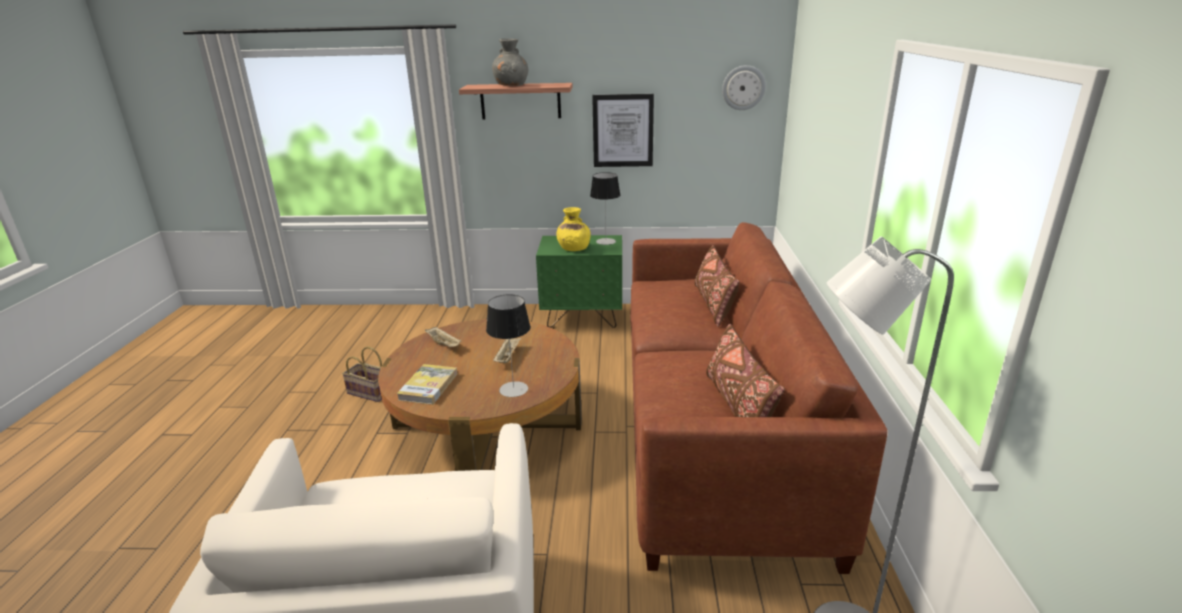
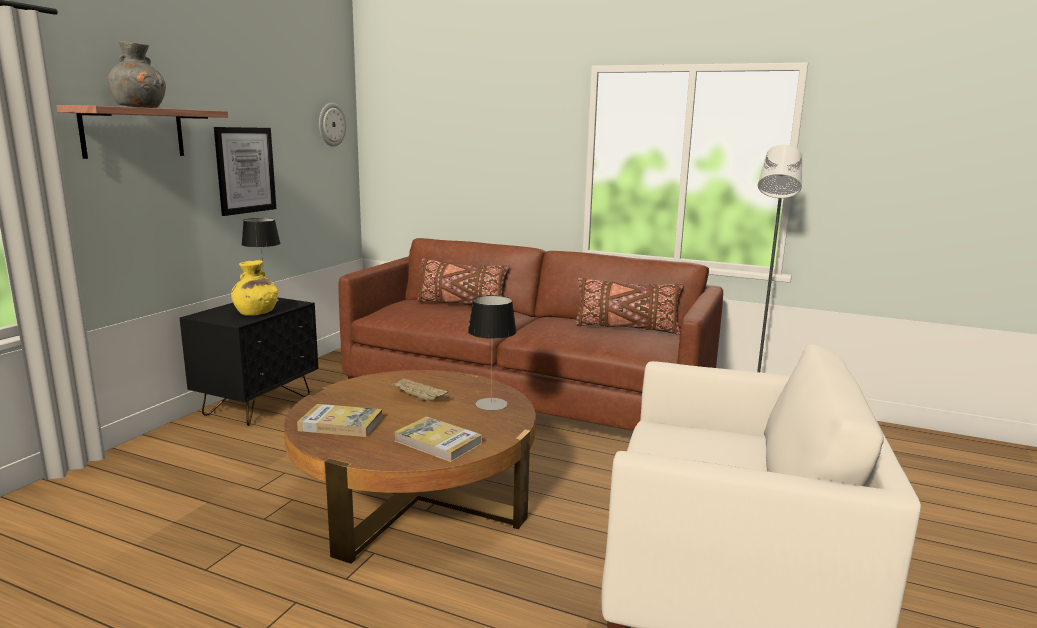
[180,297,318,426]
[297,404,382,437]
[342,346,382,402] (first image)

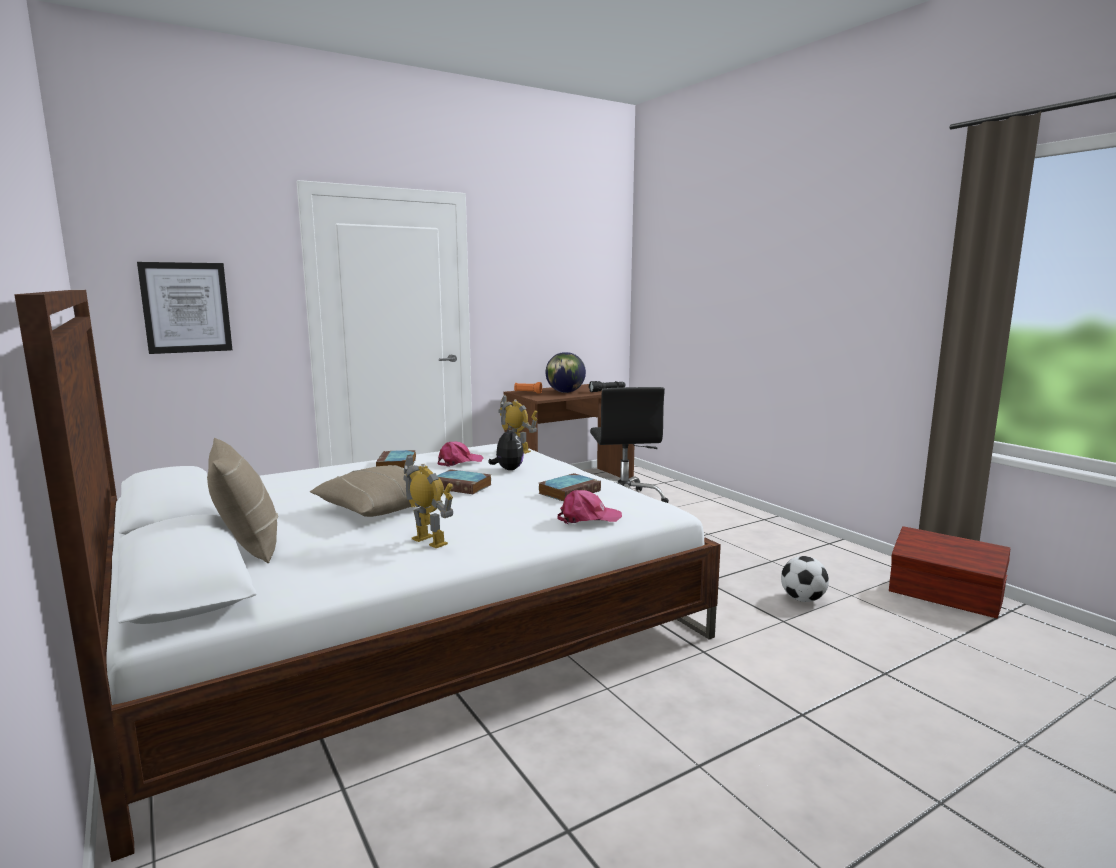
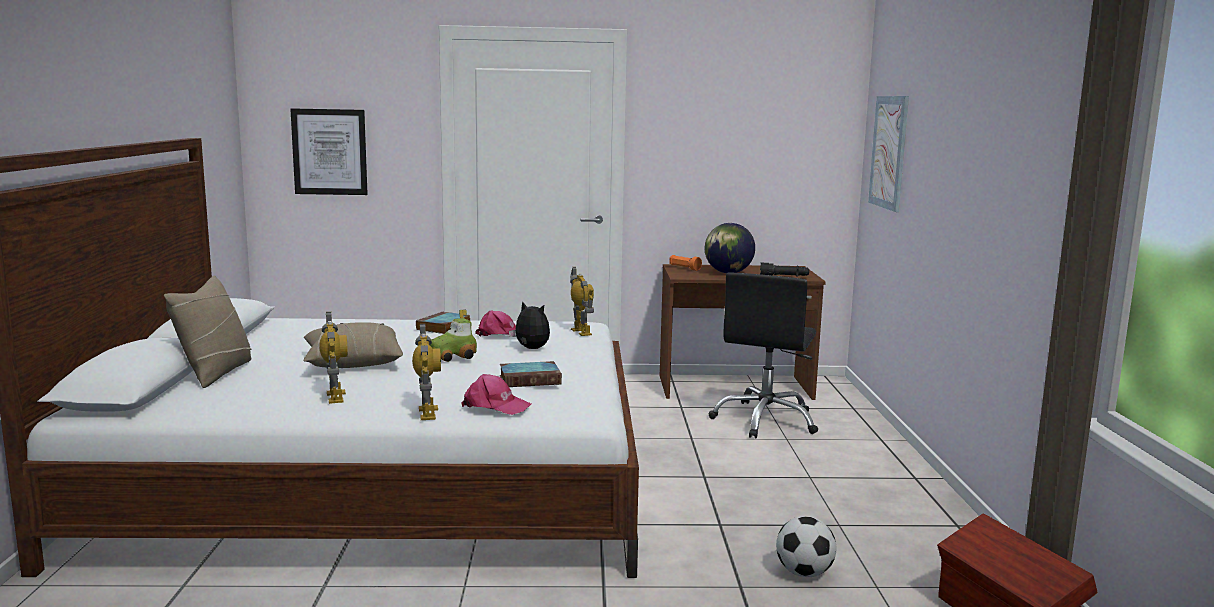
[509,301,550,349]
[430,310,477,362]
[868,96,909,212]
[412,323,441,420]

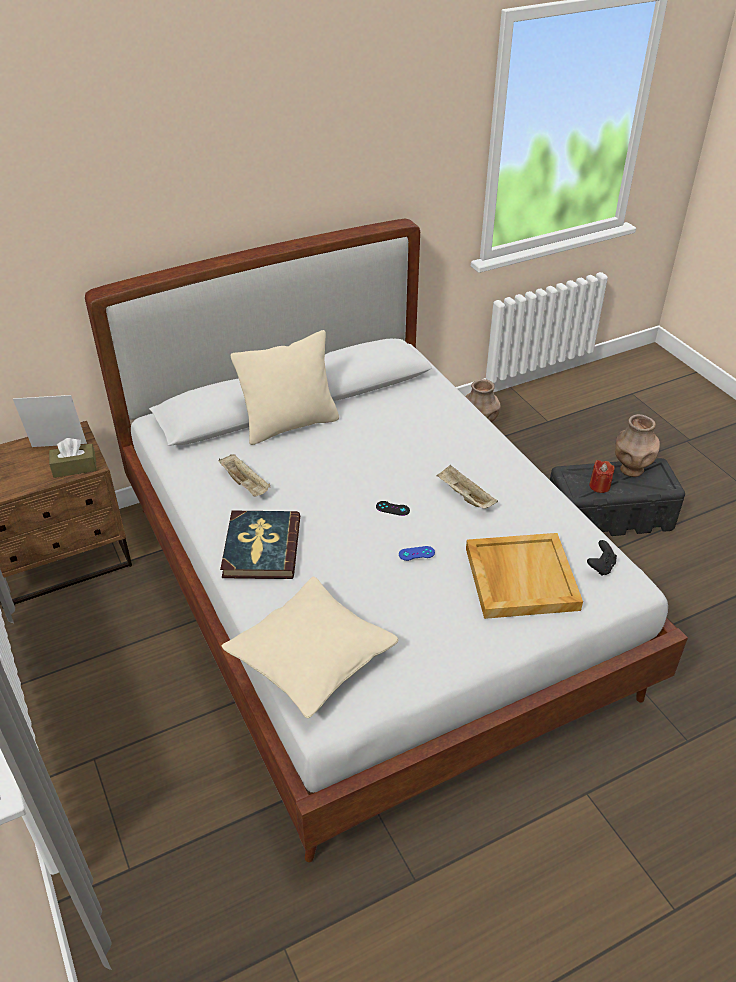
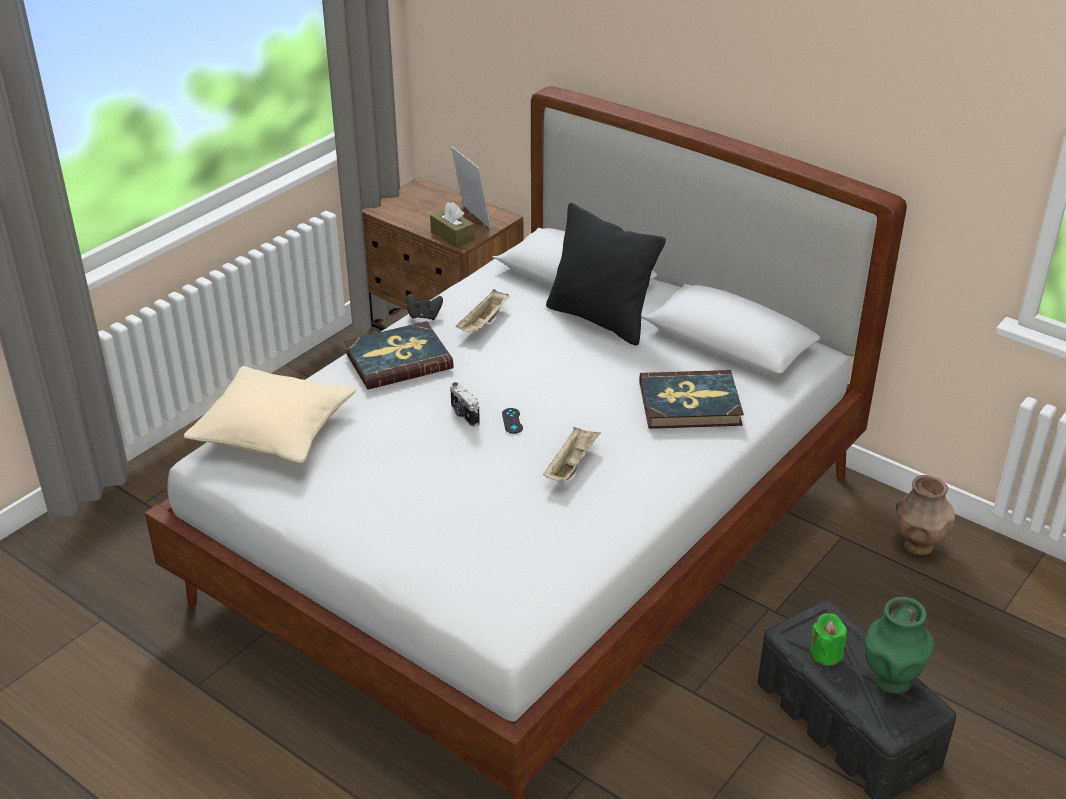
[546,203,666,346]
[865,597,935,694]
[810,613,847,666]
[466,533,583,619] (first image)
[406,294,443,320]
[399,546,435,561] (first image)
[640,370,744,429]
[450,382,480,427]

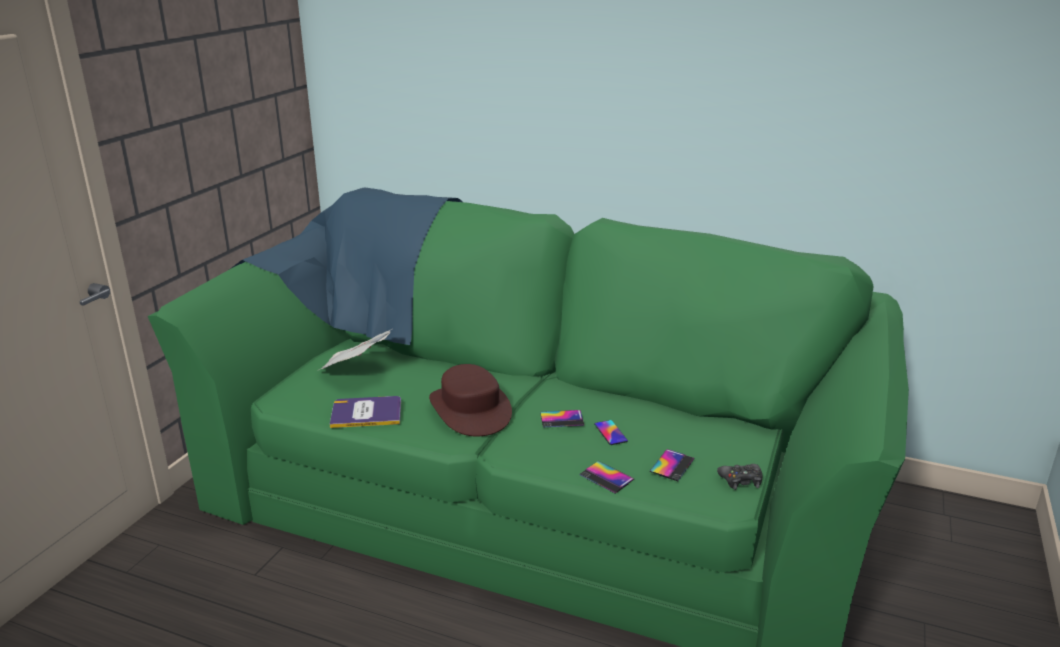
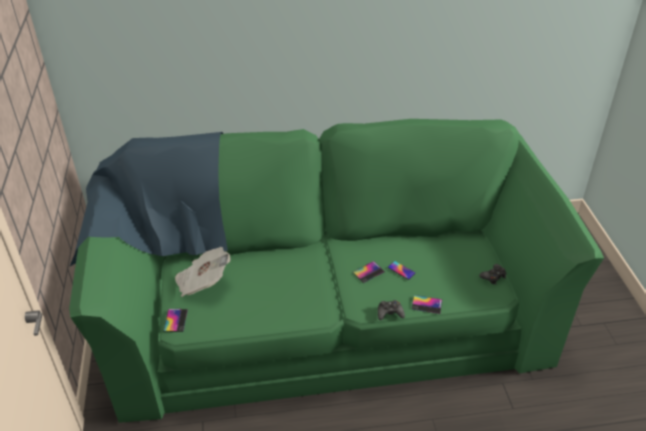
[429,364,512,437] (first image)
[330,396,401,428] (first image)
[164,309,188,332]
[378,300,405,320]

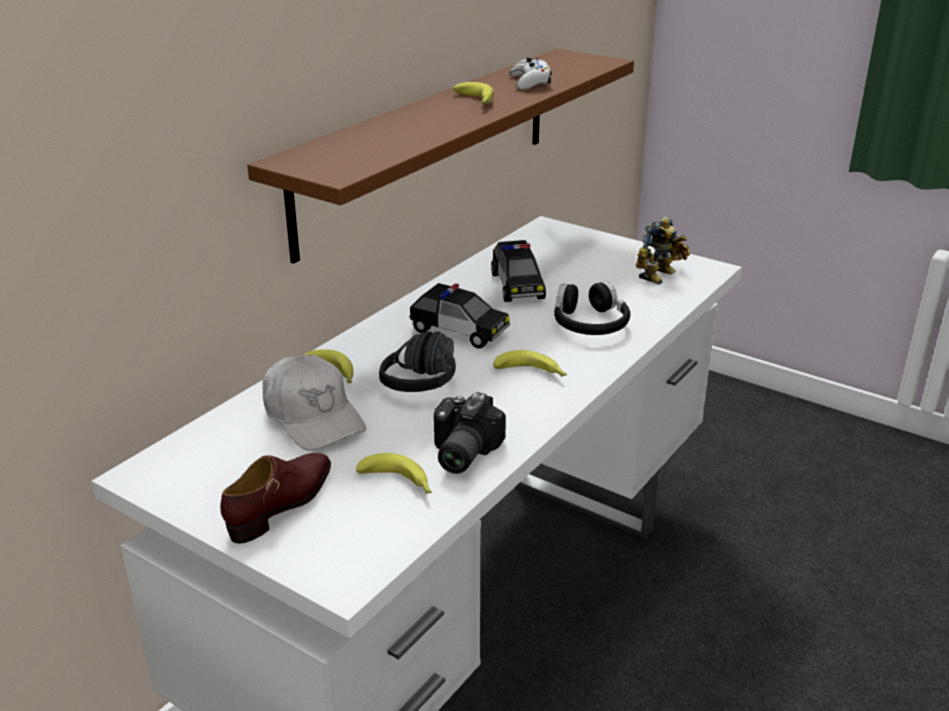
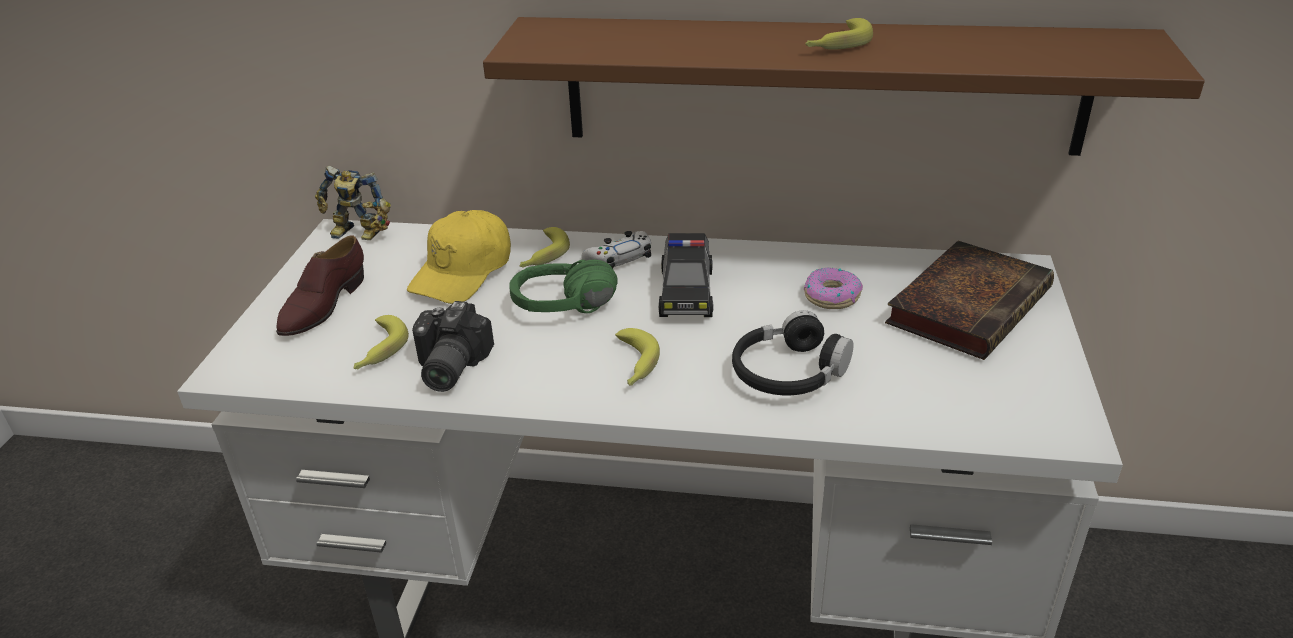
[581,231,651,268]
[315,165,391,240]
[804,267,863,309]
[509,260,618,313]
[407,210,511,304]
[412,301,494,392]
[276,236,364,336]
[885,241,1054,360]

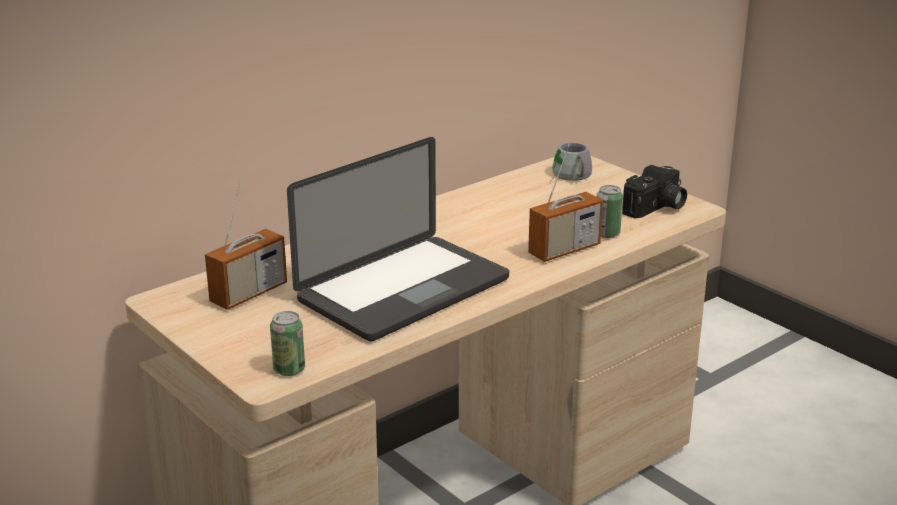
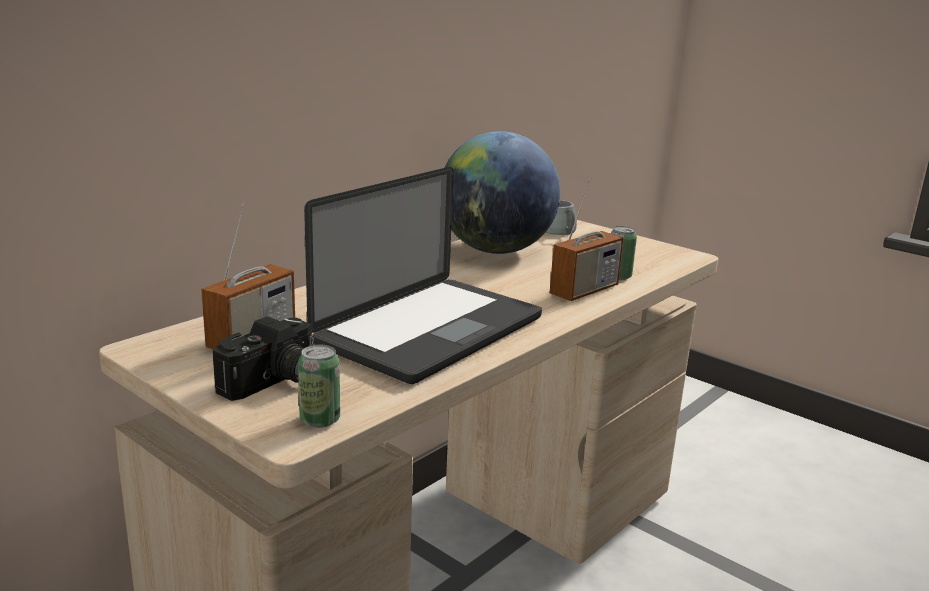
[213,316,315,401]
[444,131,560,254]

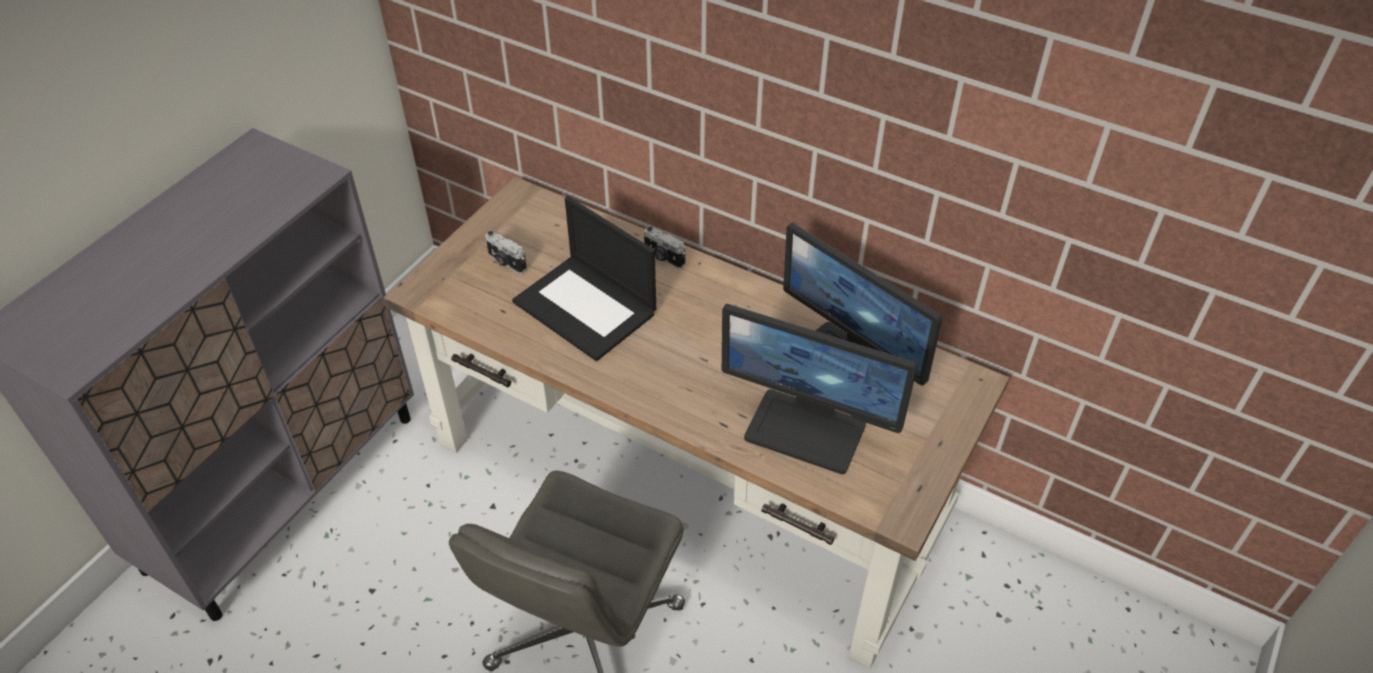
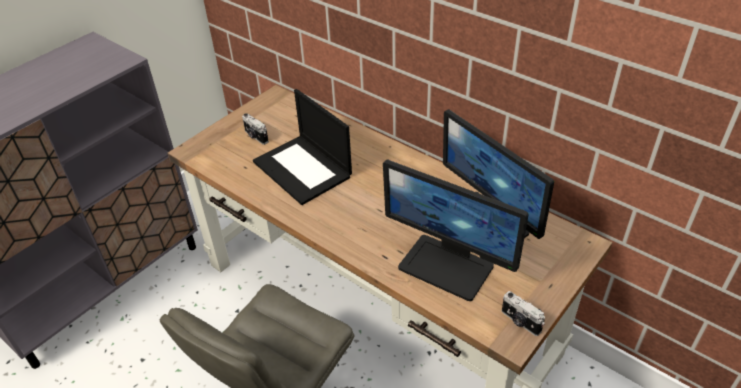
[502,291,545,336]

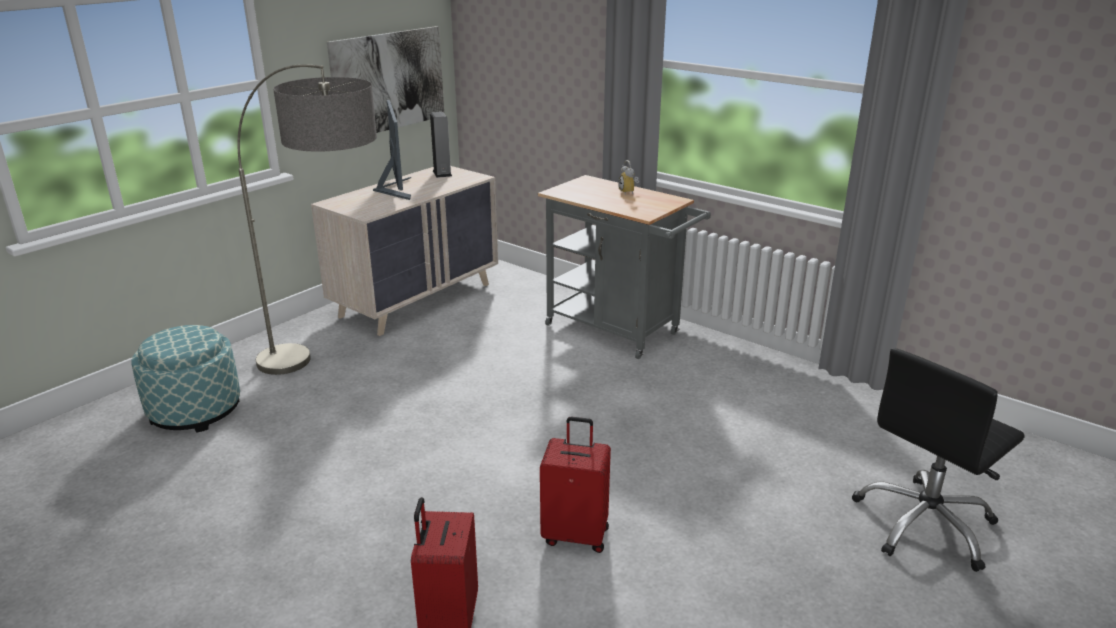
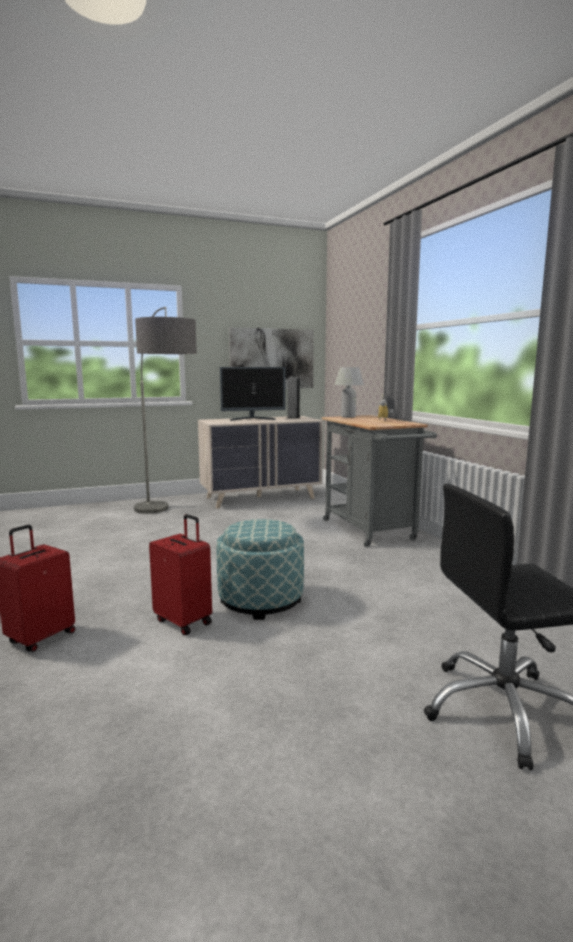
[220,367,285,421]
[217,519,304,620]
[334,367,364,418]

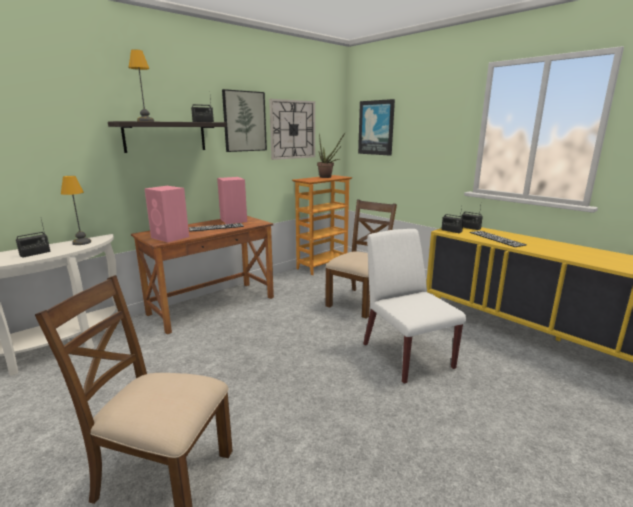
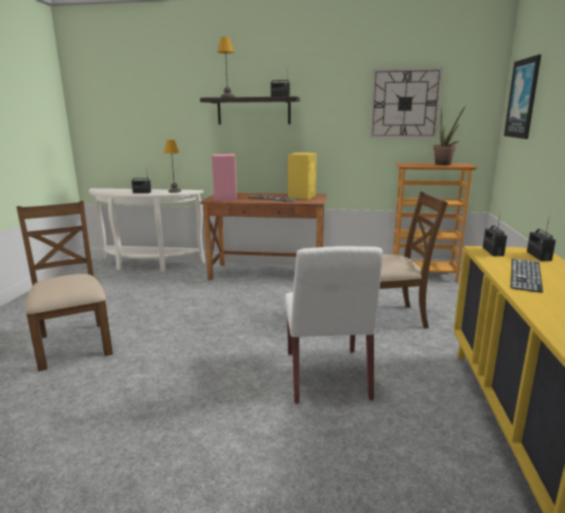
[222,89,267,152] (first image)
[288,152,317,199]
[285,246,383,404]

